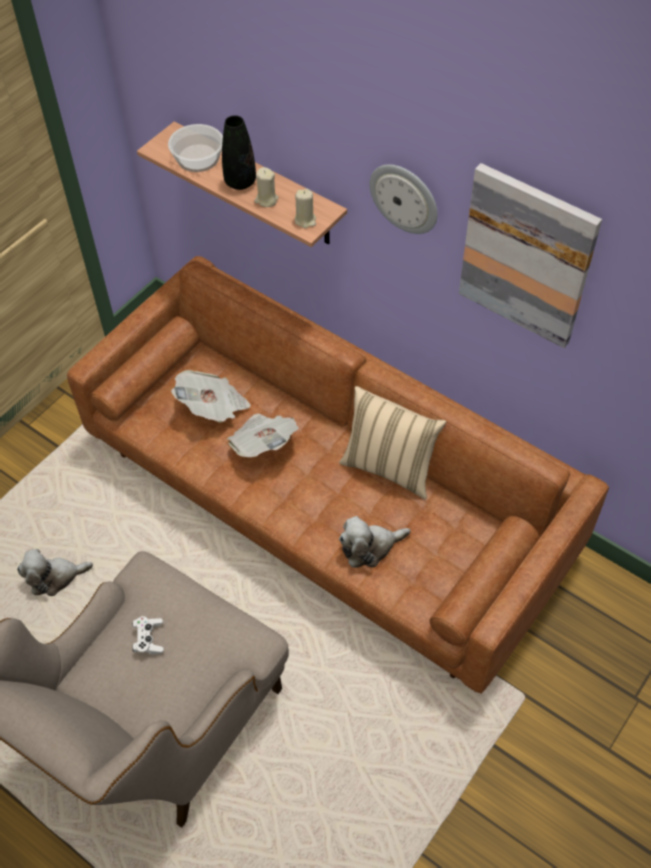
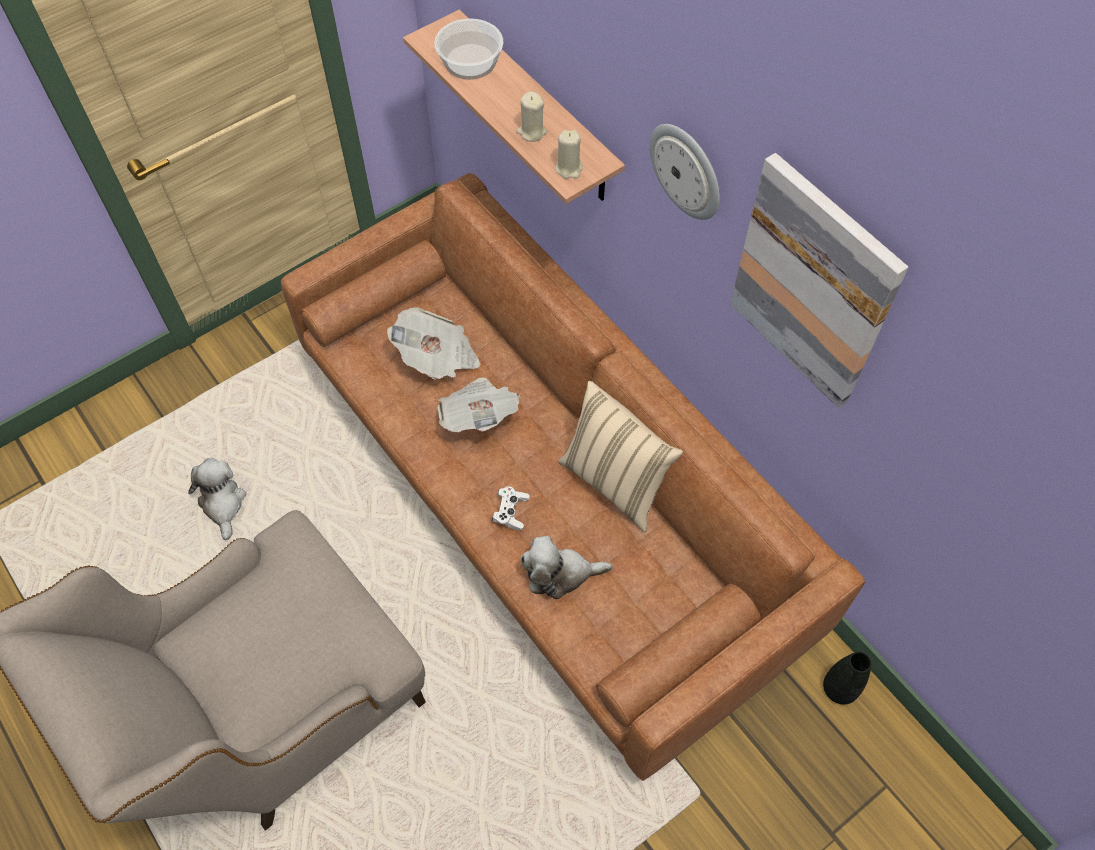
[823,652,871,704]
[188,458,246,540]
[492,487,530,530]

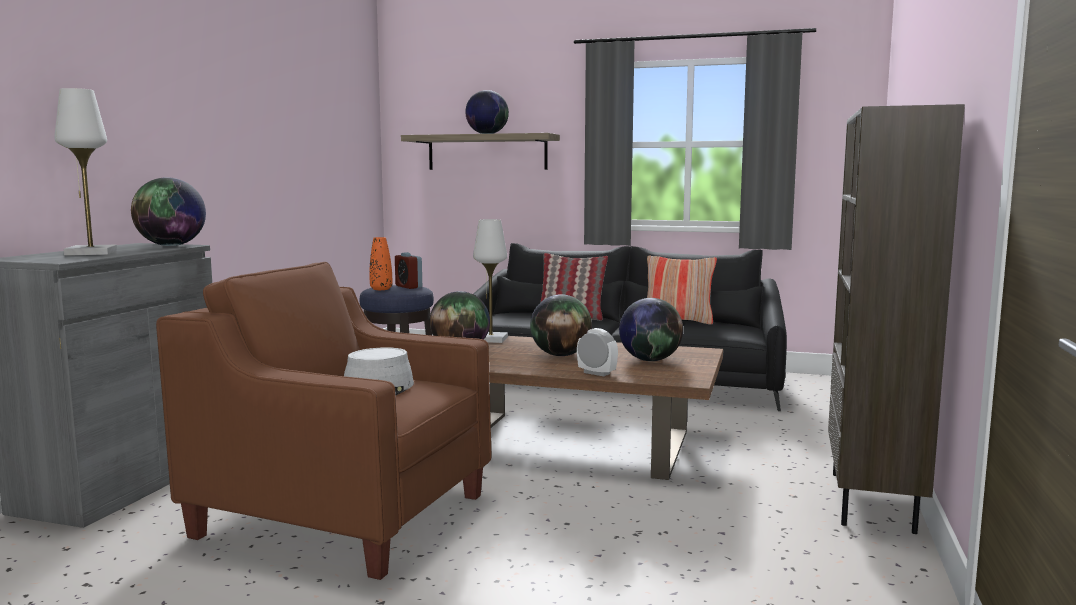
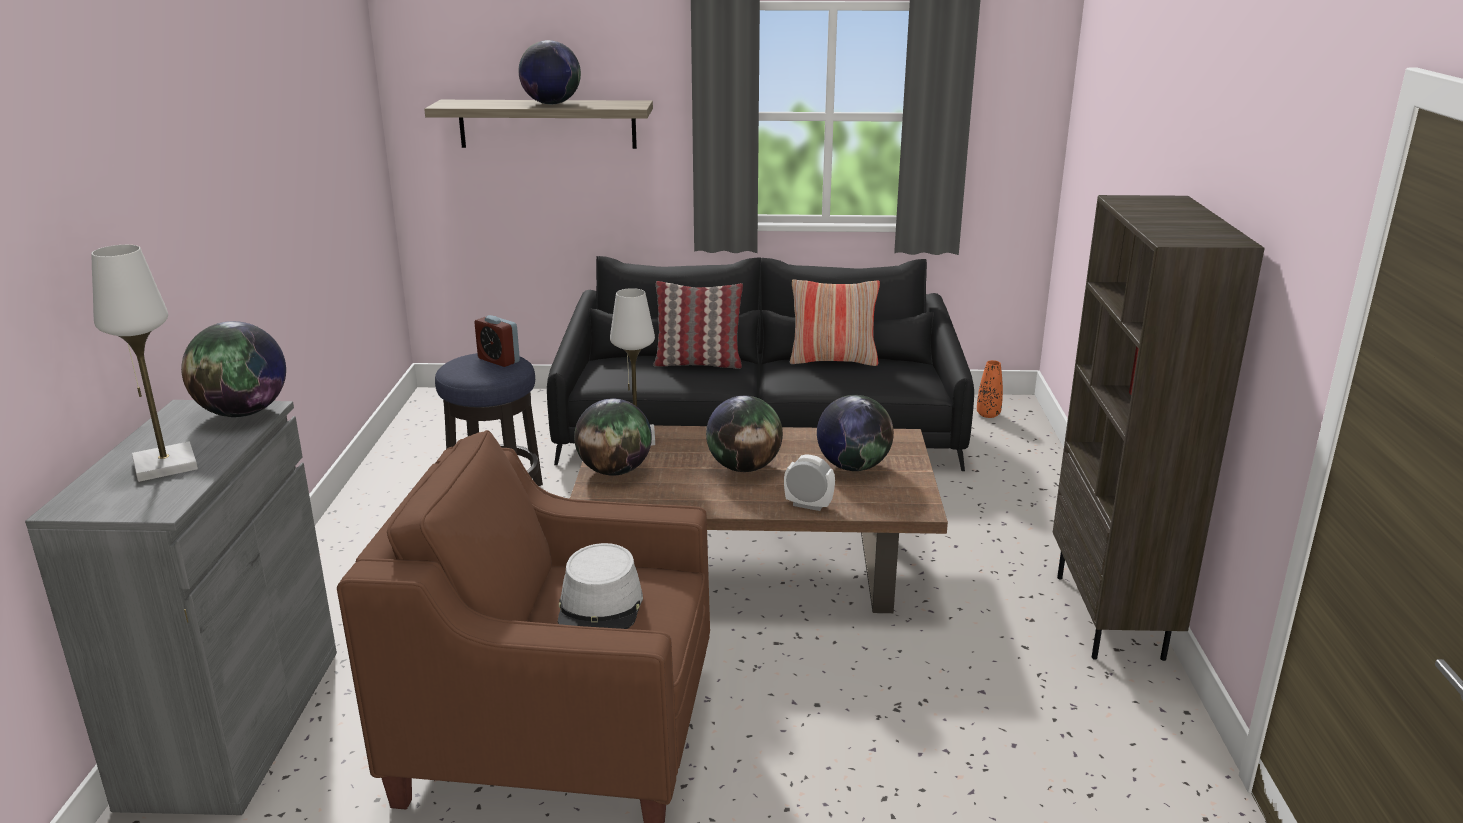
[977,360,1003,418]

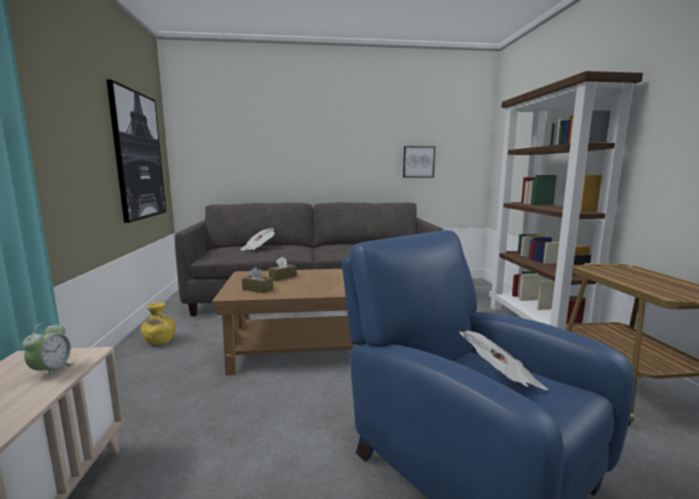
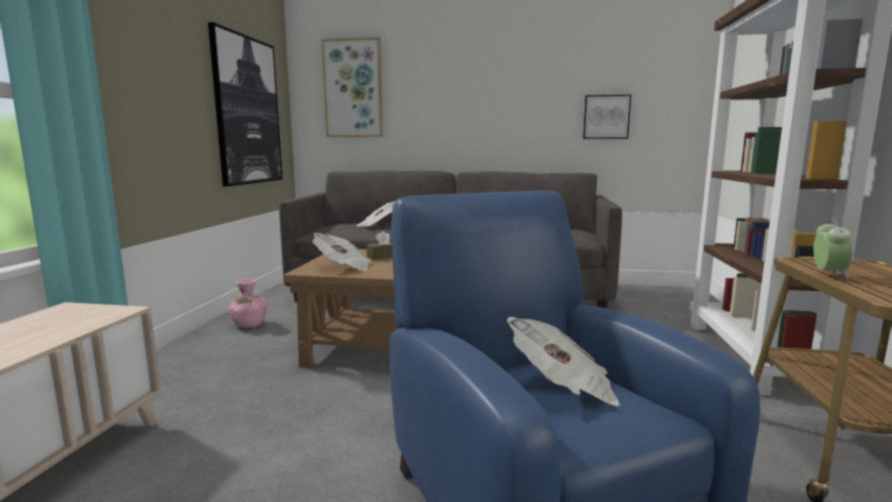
[313,233,371,271]
[228,279,267,327]
[813,218,852,280]
[322,37,383,137]

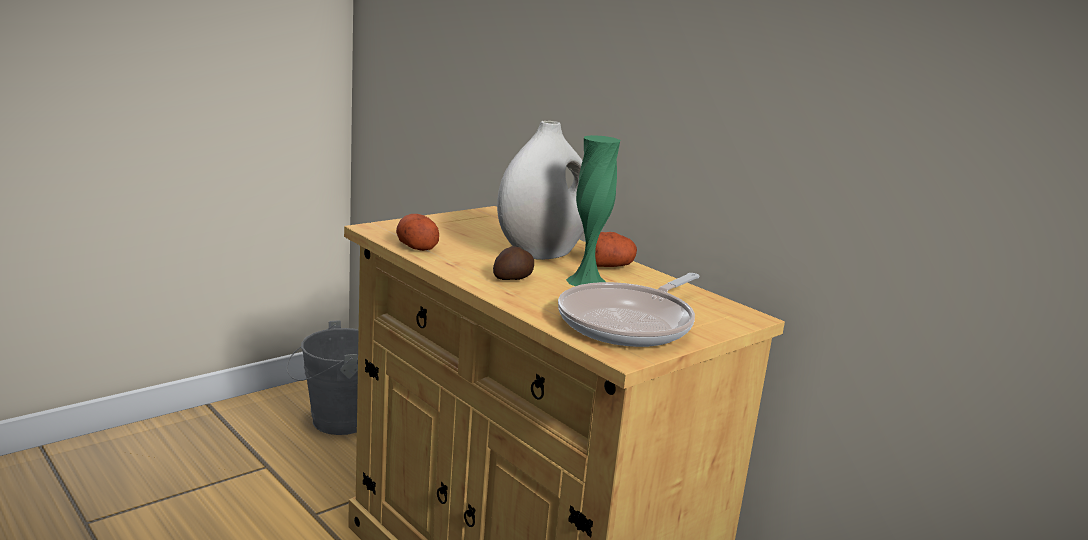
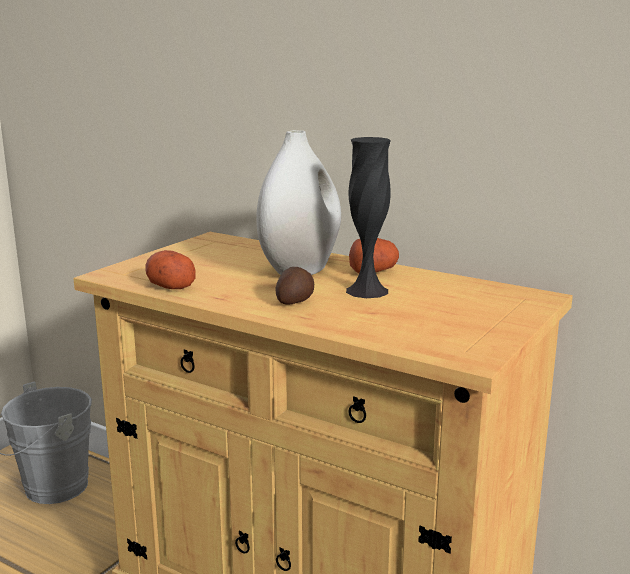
[346,137,391,298]
[558,273,699,347] (first image)

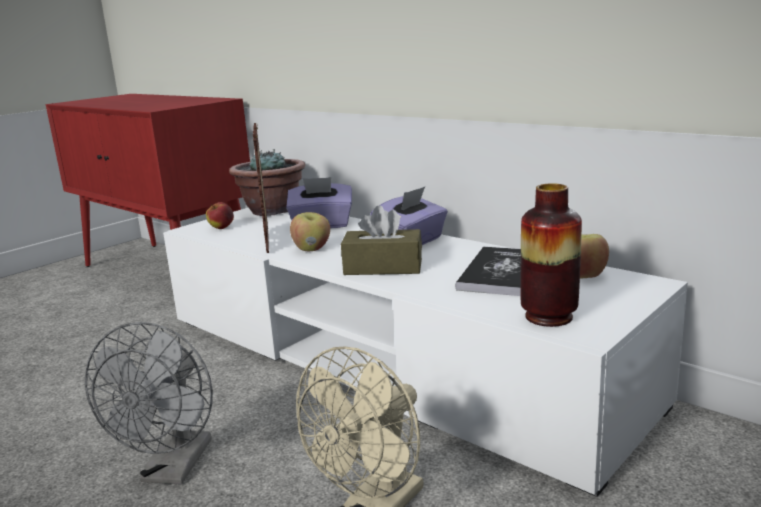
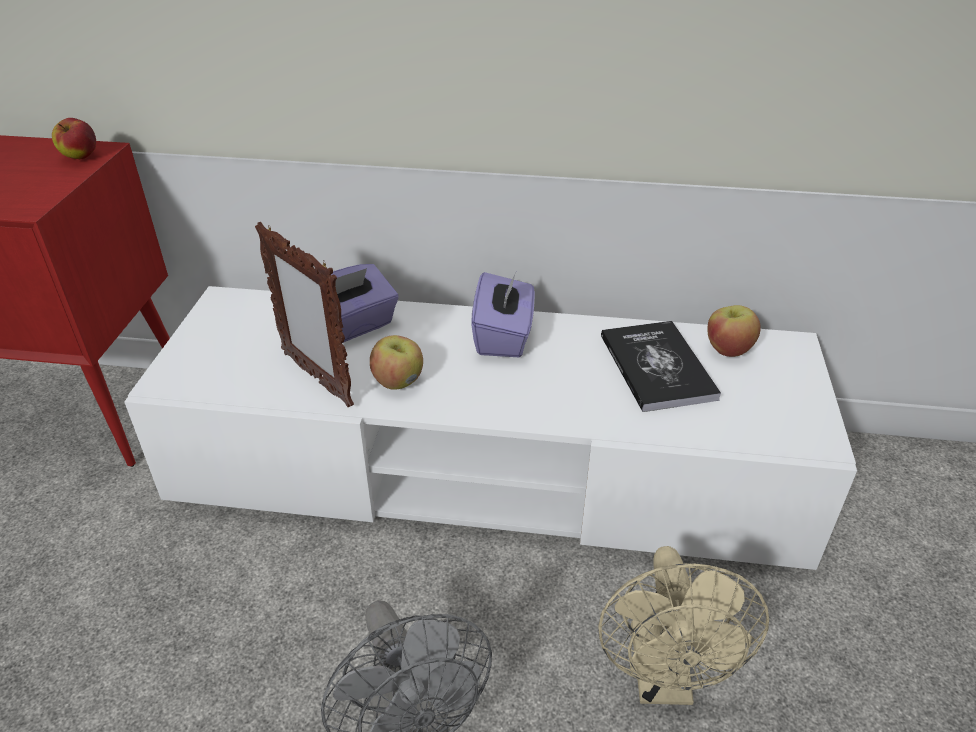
[229,149,305,216] (first image)
[520,183,582,327] (first image)
[52,118,96,159]
[341,205,422,275] (first image)

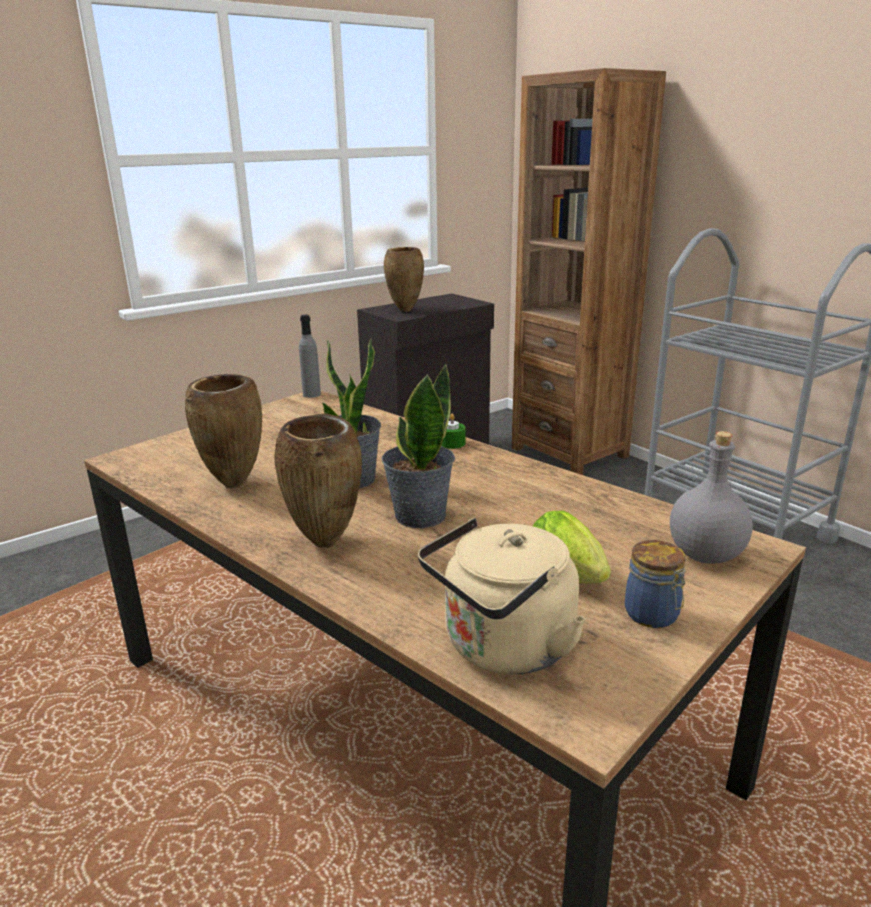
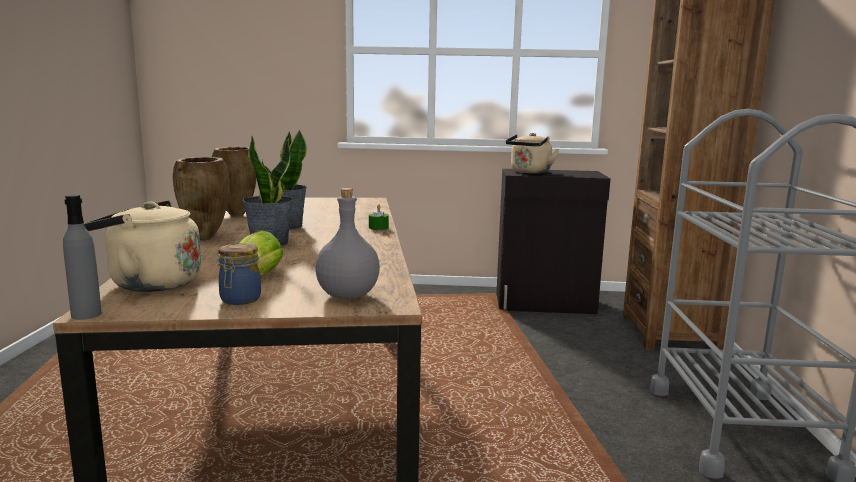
[506,133,559,174]
[63,194,102,320]

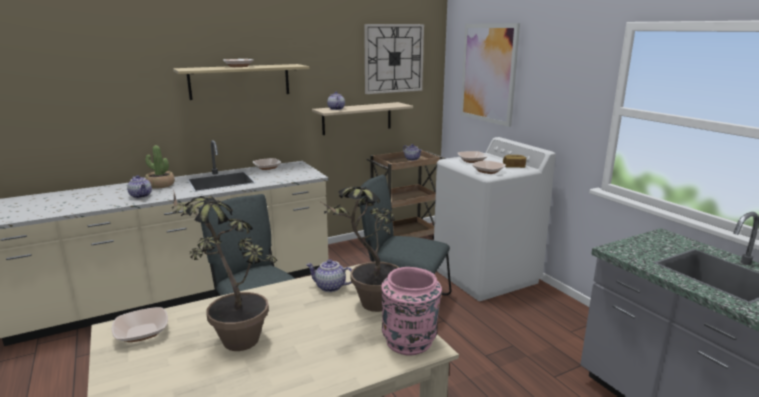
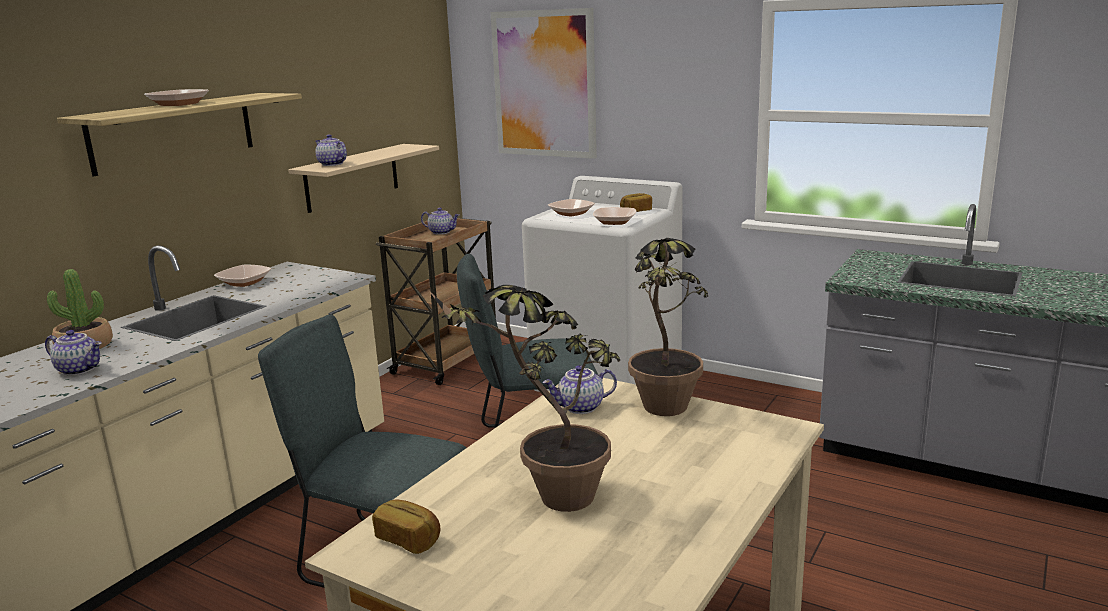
[364,24,424,94] (first image)
[381,267,442,356] (first image)
[372,499,441,554]

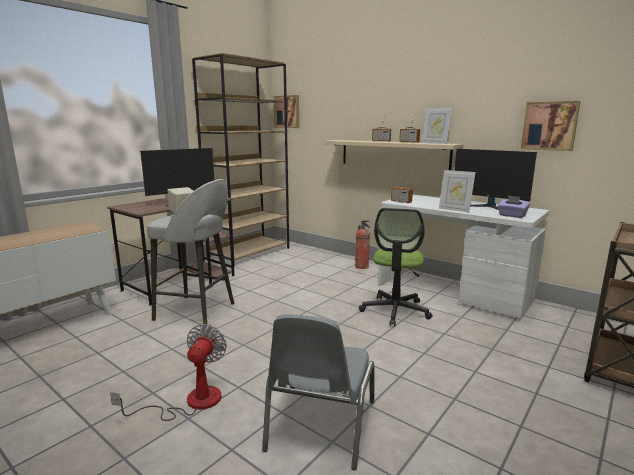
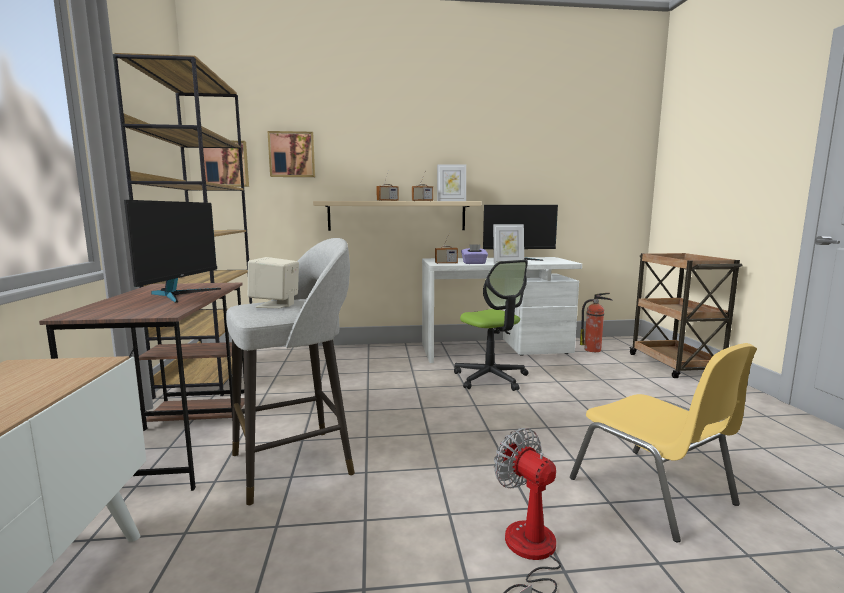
[268,131,315,177]
[461,244,488,264]
[580,293,612,352]
[570,343,757,542]

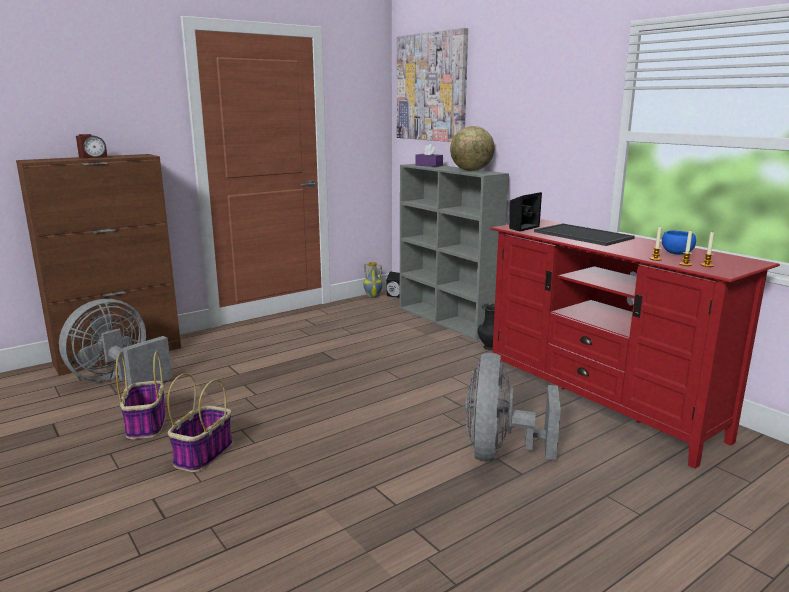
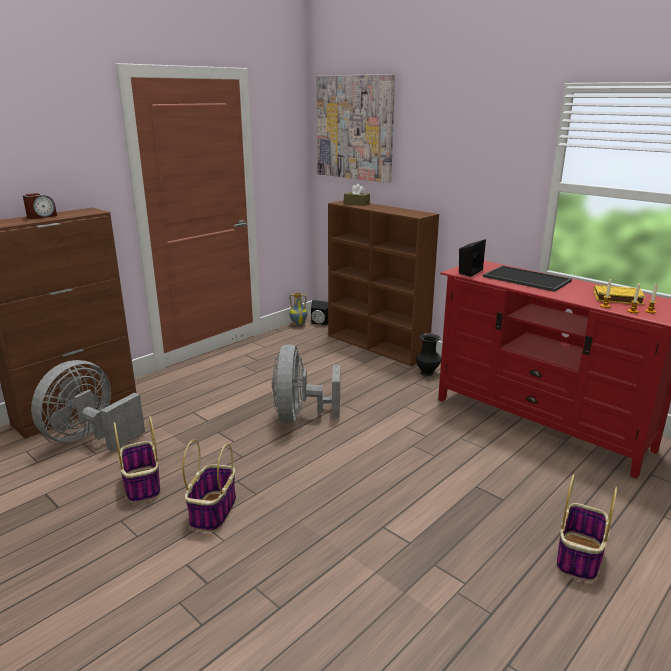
[450,126,495,171] (first image)
[344,183,370,206]
[328,200,439,366]
[594,285,646,305]
[272,344,340,423]
[556,474,617,581]

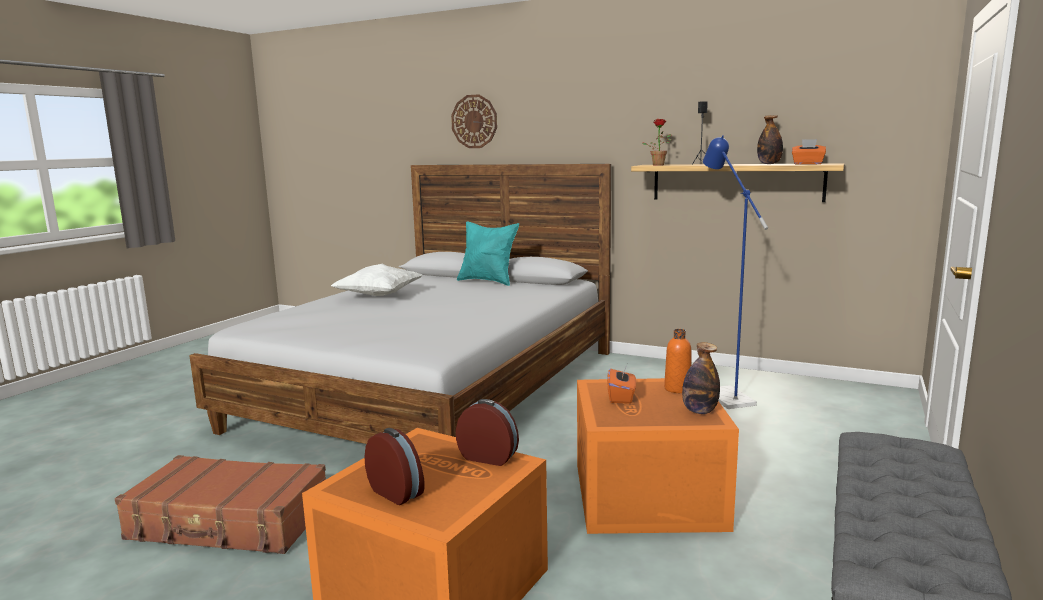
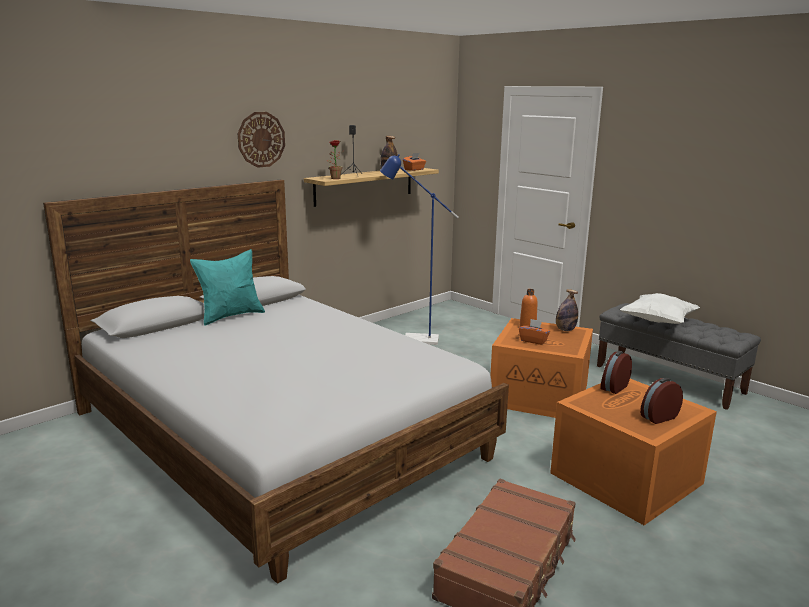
[238,112,285,168]
[620,293,700,324]

